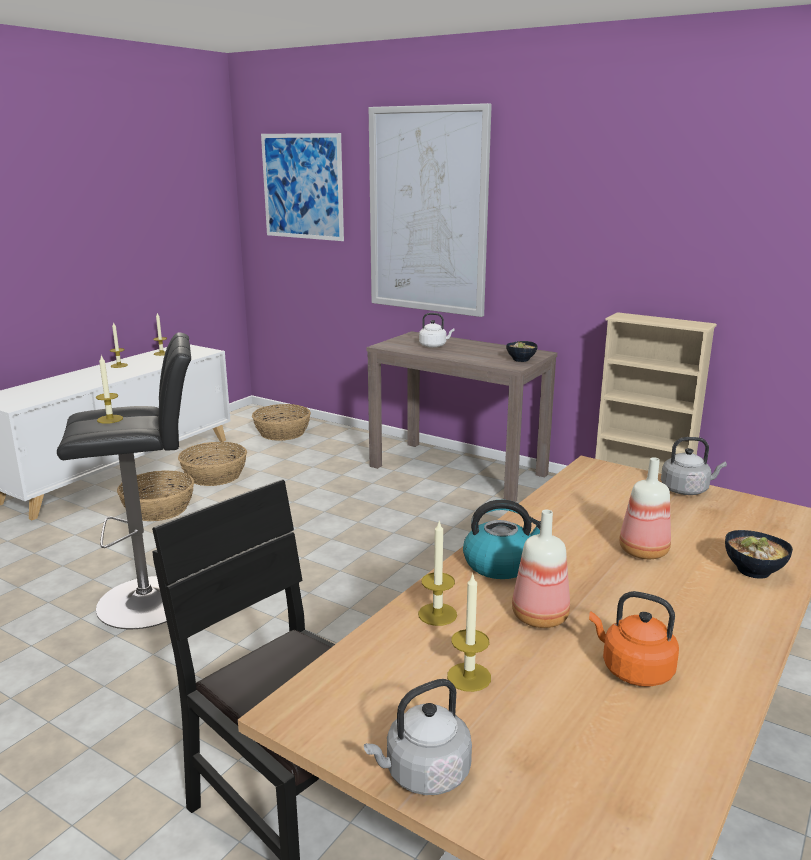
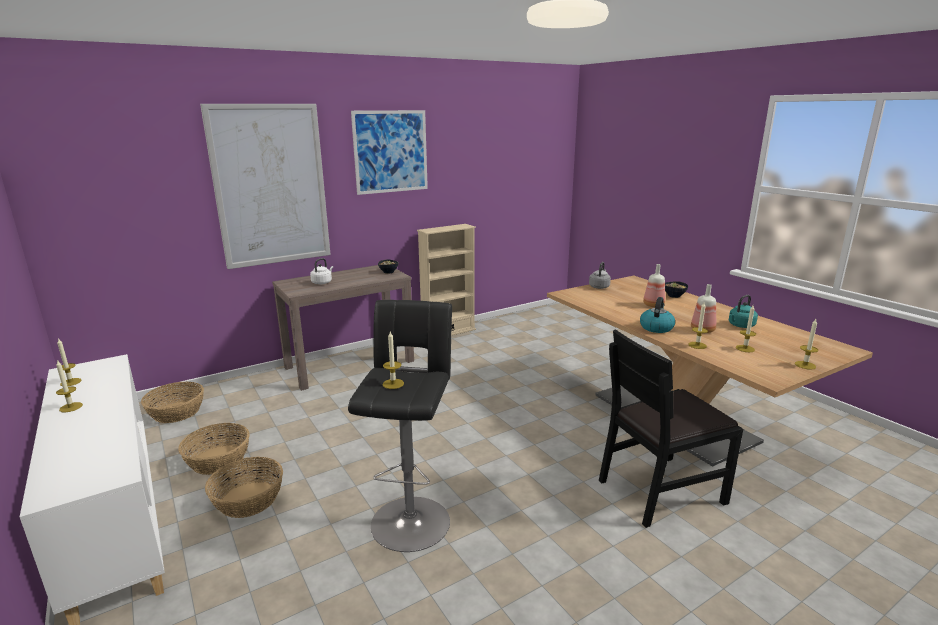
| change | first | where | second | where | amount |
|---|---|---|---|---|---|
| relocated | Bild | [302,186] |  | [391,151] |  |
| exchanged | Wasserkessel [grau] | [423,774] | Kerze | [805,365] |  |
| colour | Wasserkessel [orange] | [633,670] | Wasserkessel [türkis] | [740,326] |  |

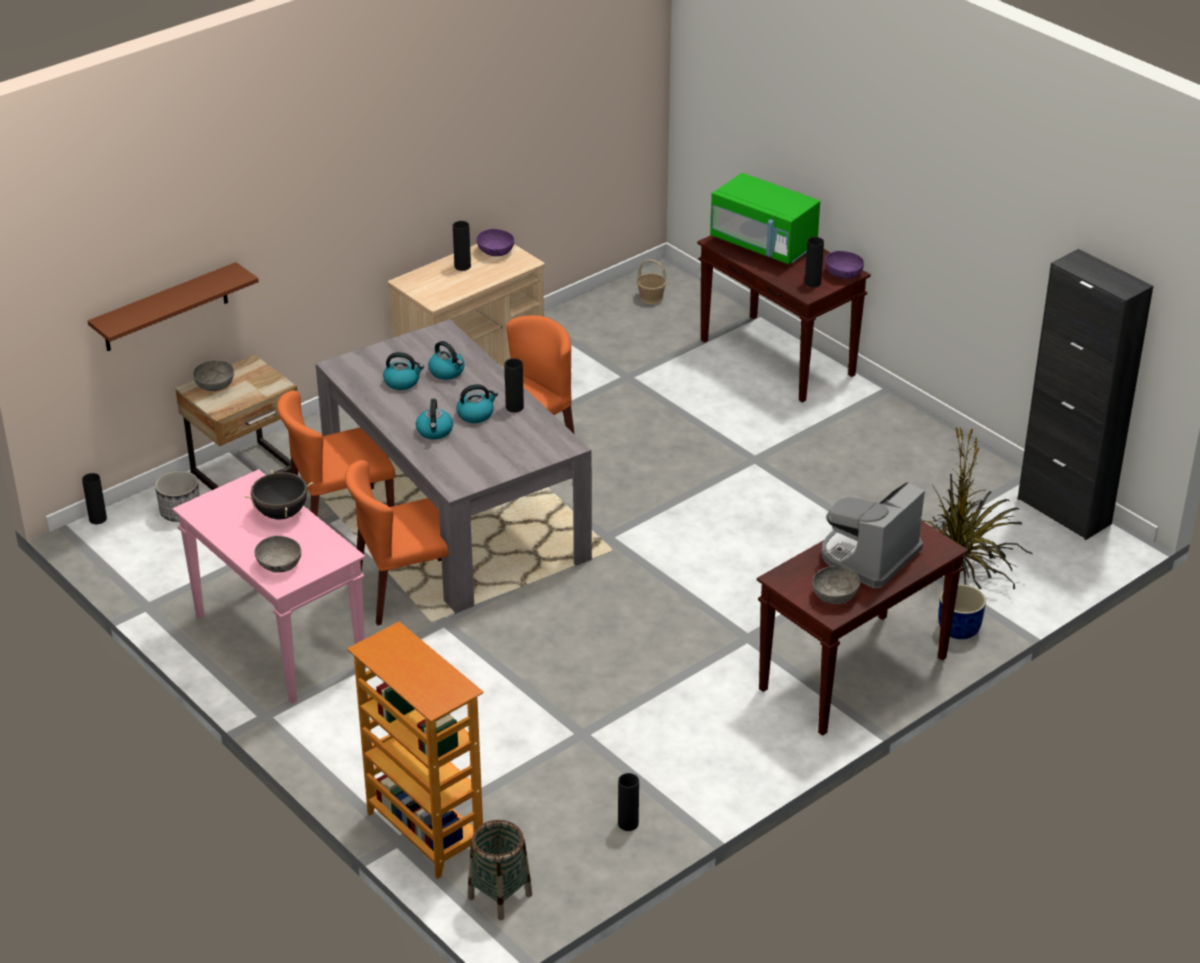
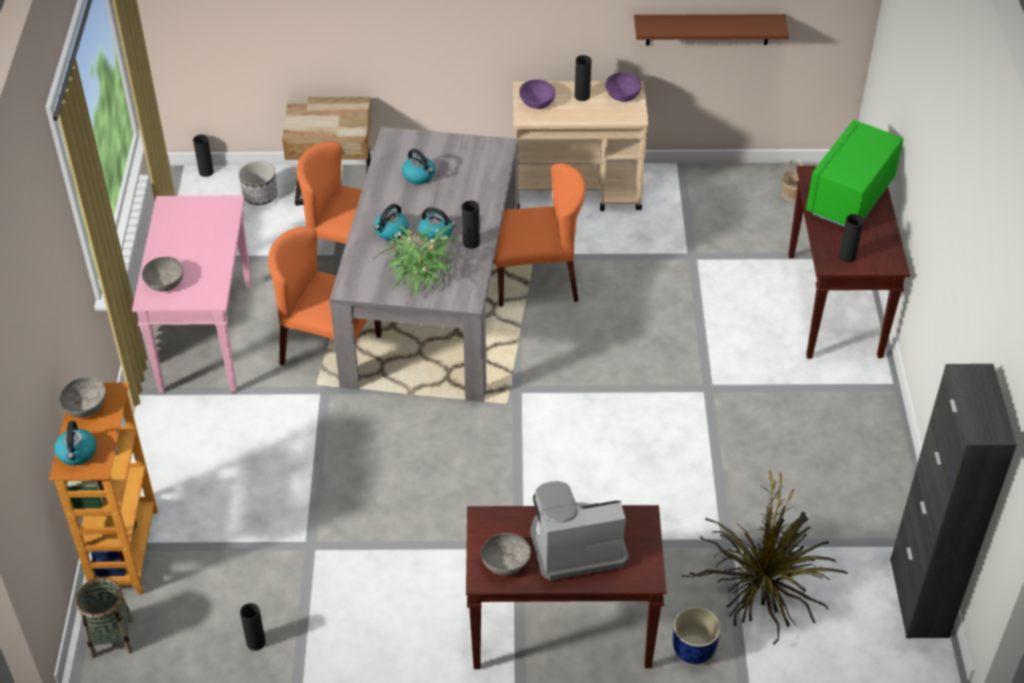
| change | first | where | second | where | amount |
|---|---|---|---|---|---|
| relocated | Wandregal [braun] | [165,308] |  | [708,29] |  |
| relocated | Schüssel [grau] | [215,385] |  | [85,406] |  |
| missing | Kochtopf [schwarz] | [281,513] |  |  |  |
| relocated | Wasserkessel | [447,372] |  | [77,453] |  |
| spun | Mikrowelle [grün] | [763,244] |  | [849,197] | 45 degrees clockwise |
| relocated | Schüssel [lila] | [843,274] |  | [537,102] |  |
| appeared |  |  | Topfpflanze | [420,273] |  |

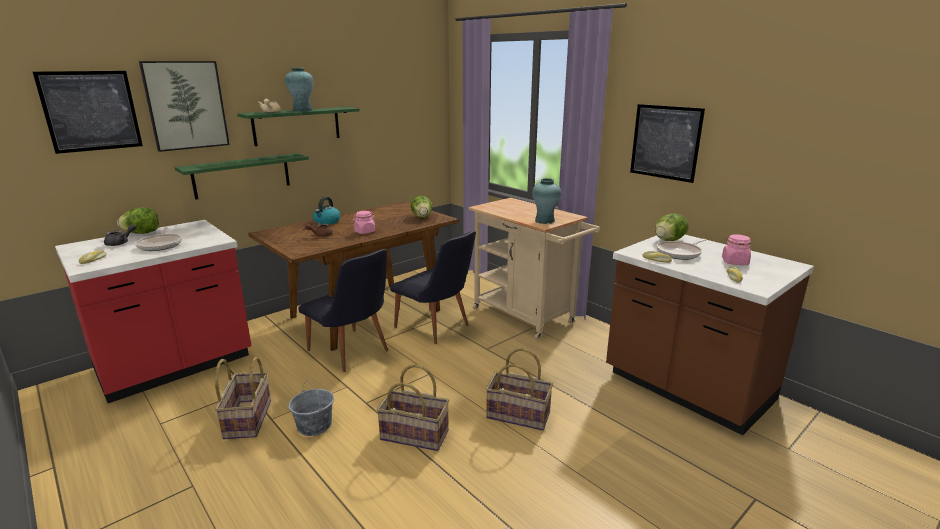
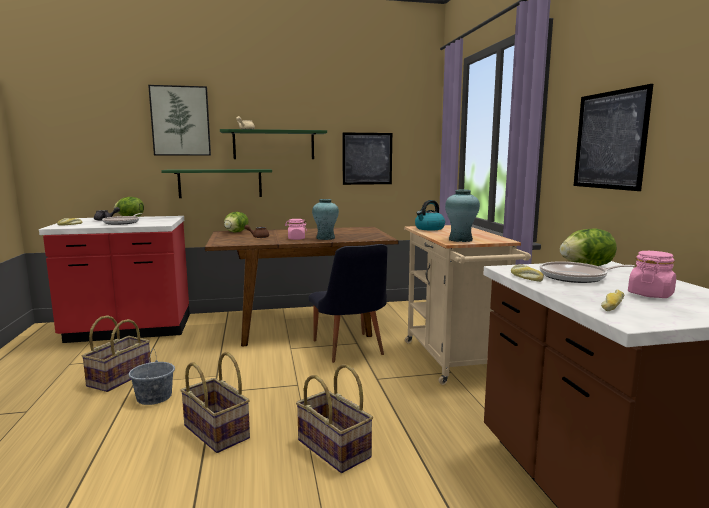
| change | first | where | second | where | amount |
|---|---|---|---|---|---|
| relocated | Bild | [91,111] |  | [367,158] |  |
| relocated | Vase [türkis] | [302,110] |  | [325,238] |  |
| missing | Stuhl [schwarz] | [352,353] |  |  |  |
| relocated | Wasserkessel | [327,222] |  | [429,228] |  |
| relocated | Salatkopf | [422,217] |  | [236,232] |  |

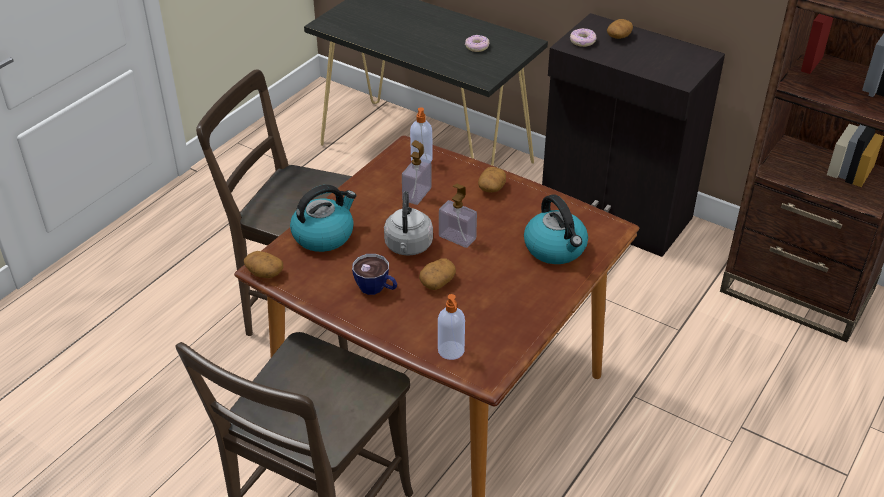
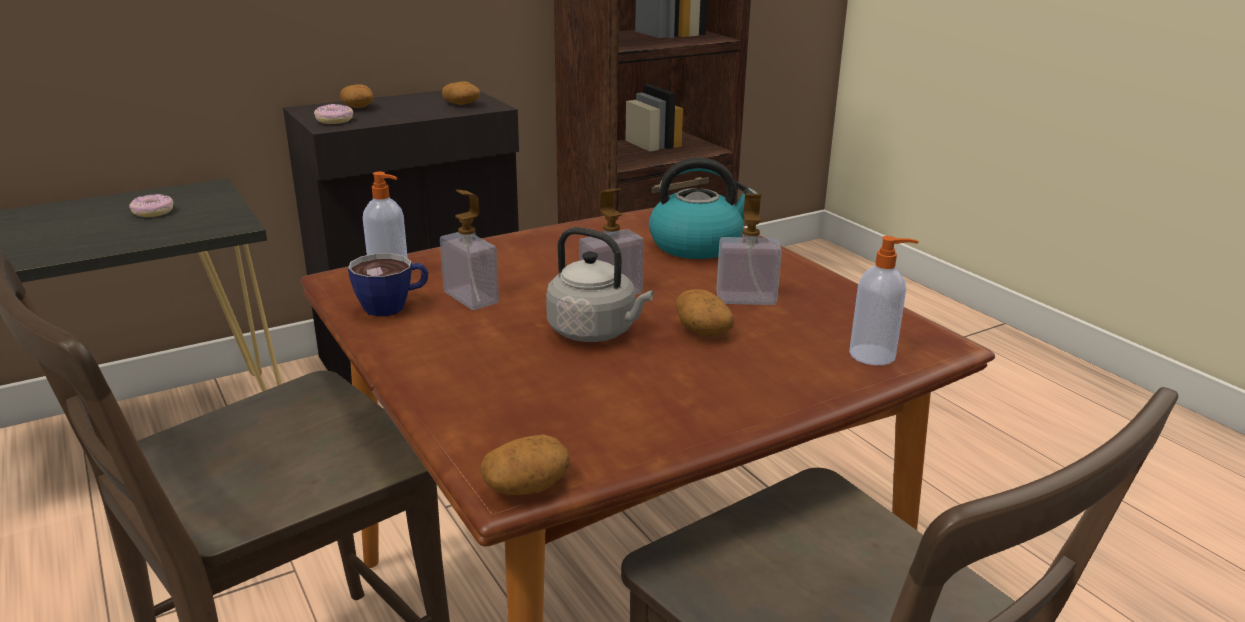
| change | first | where | second | where | amount |
|---|---|---|---|---|---|
| missing | Wasserkessel | [324,235] |  |  |  |
| relocated | Tasse | [377,289] |  | [394,305] |  |
| relocated | Kartoffel | [492,188] |  | [462,104] |  |
| appeared |  |  | Seifenspender | [746,298] |  |

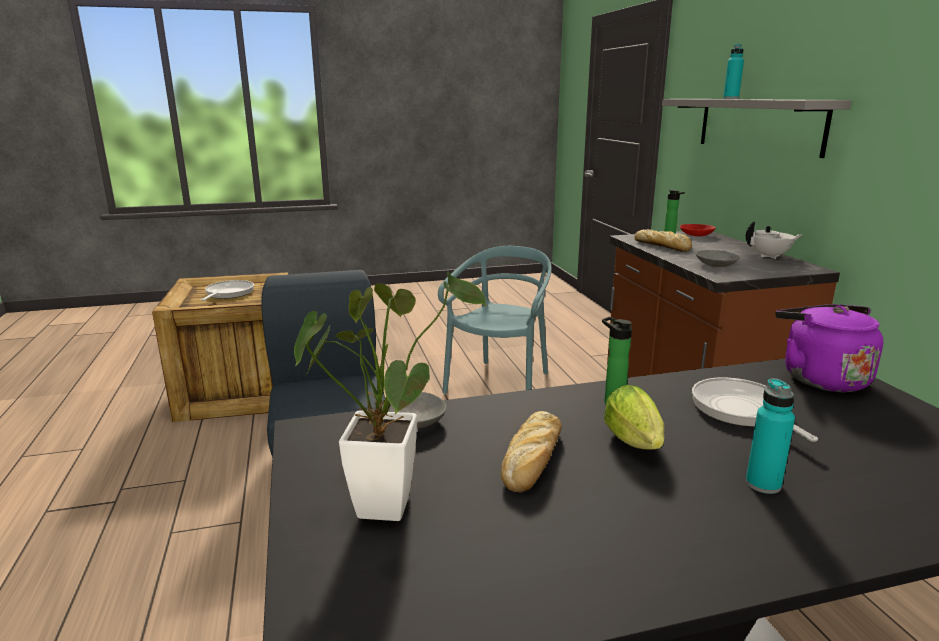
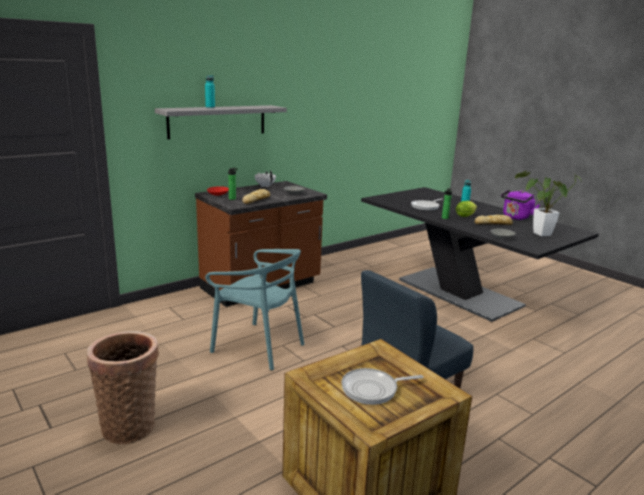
| change | first | where | second | where | amount |
|---|---|---|---|---|---|
| spun | Stuhl [türkis] | [500,384] |  | [258,346] | 150 degrees counterclockwise |
| relocated | Wasserkessel [lila] | [819,378] |  | [516,218] |  |
| appeared |  |  | Korb | [130,424] |  |

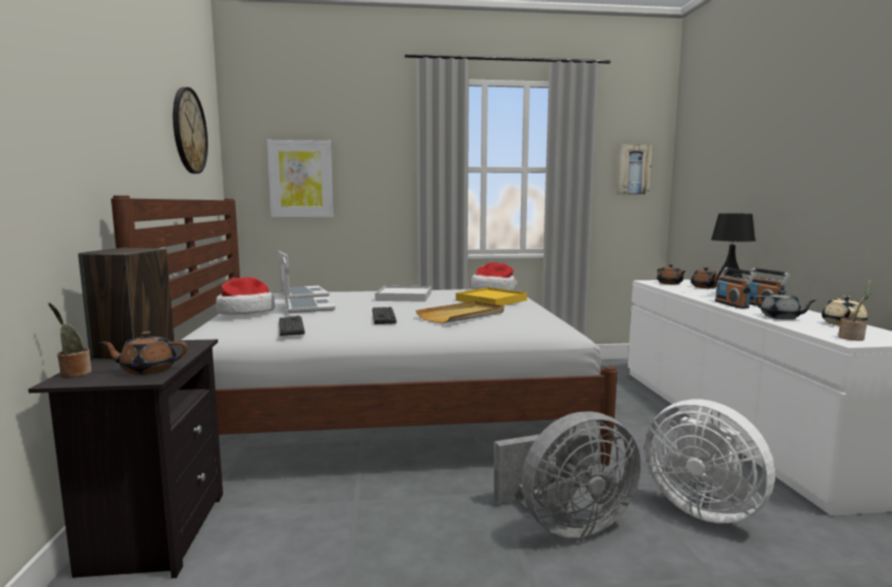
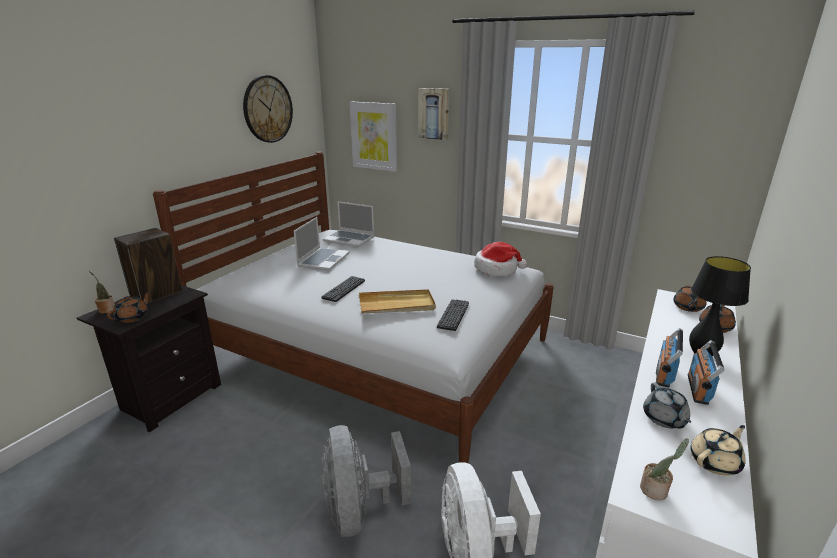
| change | first | where | second | where | amount |
|---|---|---|---|---|---|
| spun | Teekanne [braun] | [147,370] |  | [133,317] | 90 degrees clockwise |
| missing | Hut | [245,312] |  |  |  |
| spun | Laptop | [302,294] |  | [350,239] | 105 degrees clockwise |
| relocated | Tastatur | [291,326] |  | [453,315] |  |
| missing | Tablett [weiß] | [404,296] |  |  |  |
| missing | Tablett [gelb] | [491,300] |  |  |  |
| spun | Ventilator [grau] | [566,524] |  | [359,510] | 60 degrees clockwise |
| relocated | Bild | [633,170] |  | [434,113] |  |

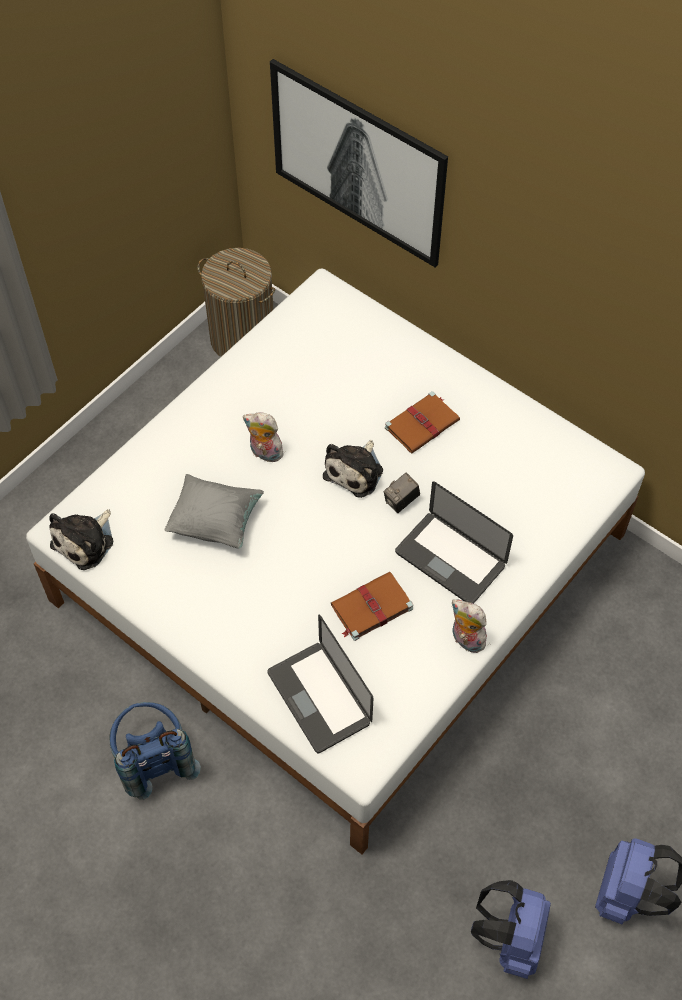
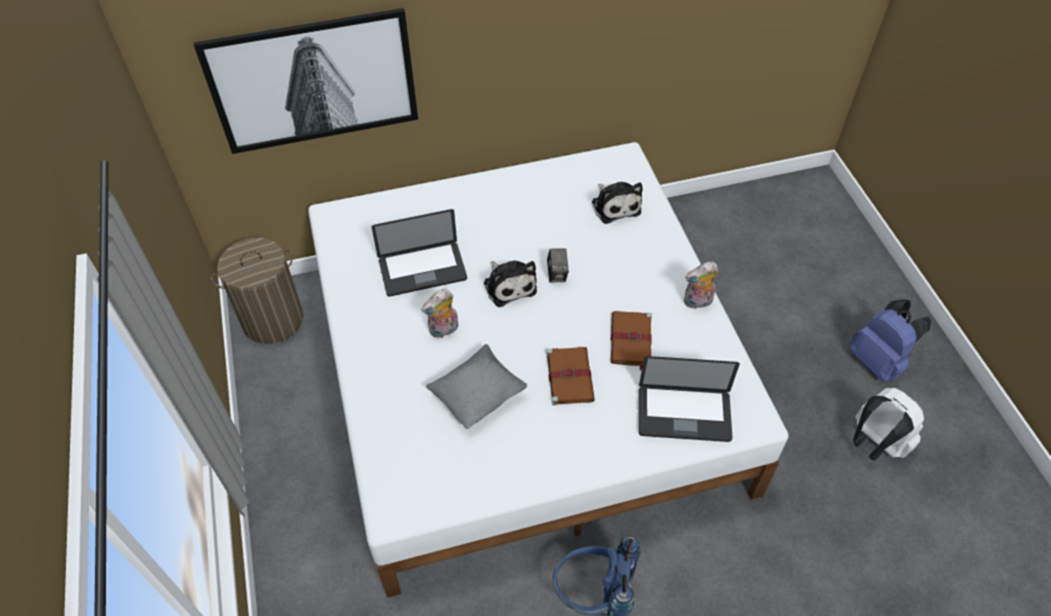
| change | first | where | second | where | amount |
|---|---|---|---|---|---|
| relocated | Plüschtier | [85,541] |  | [615,205] |  |
| relocated | Buch [braun] | [423,423] |  | [569,376] |  |
| relocated | Laptop | [450,559] |  | [422,270] |  |
| colour | Rucksack [blau] | [510,938] | Rucksack [weiß] | [874,443] |  |

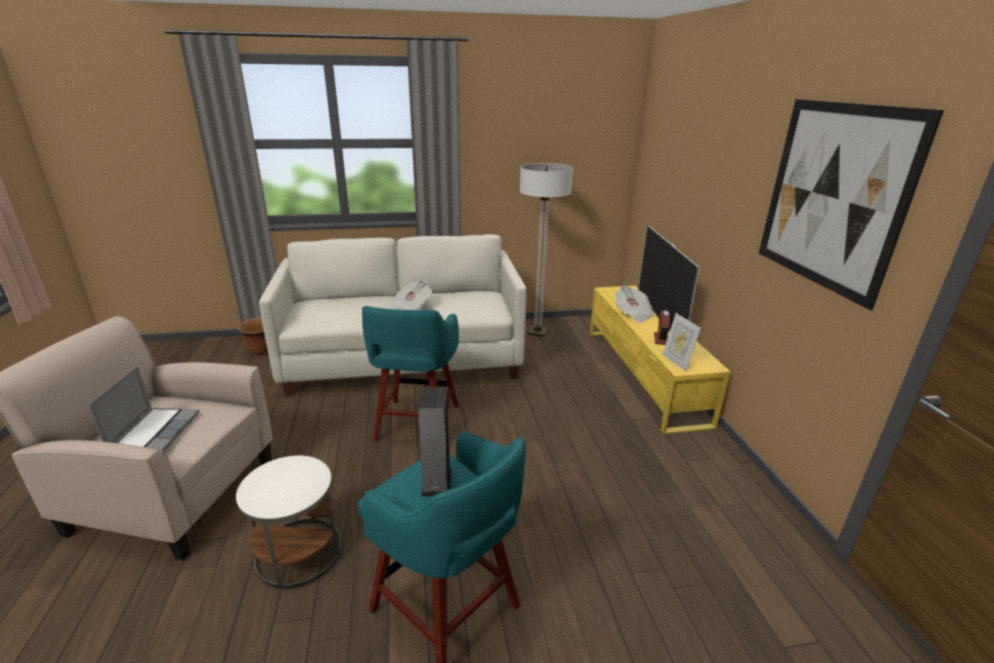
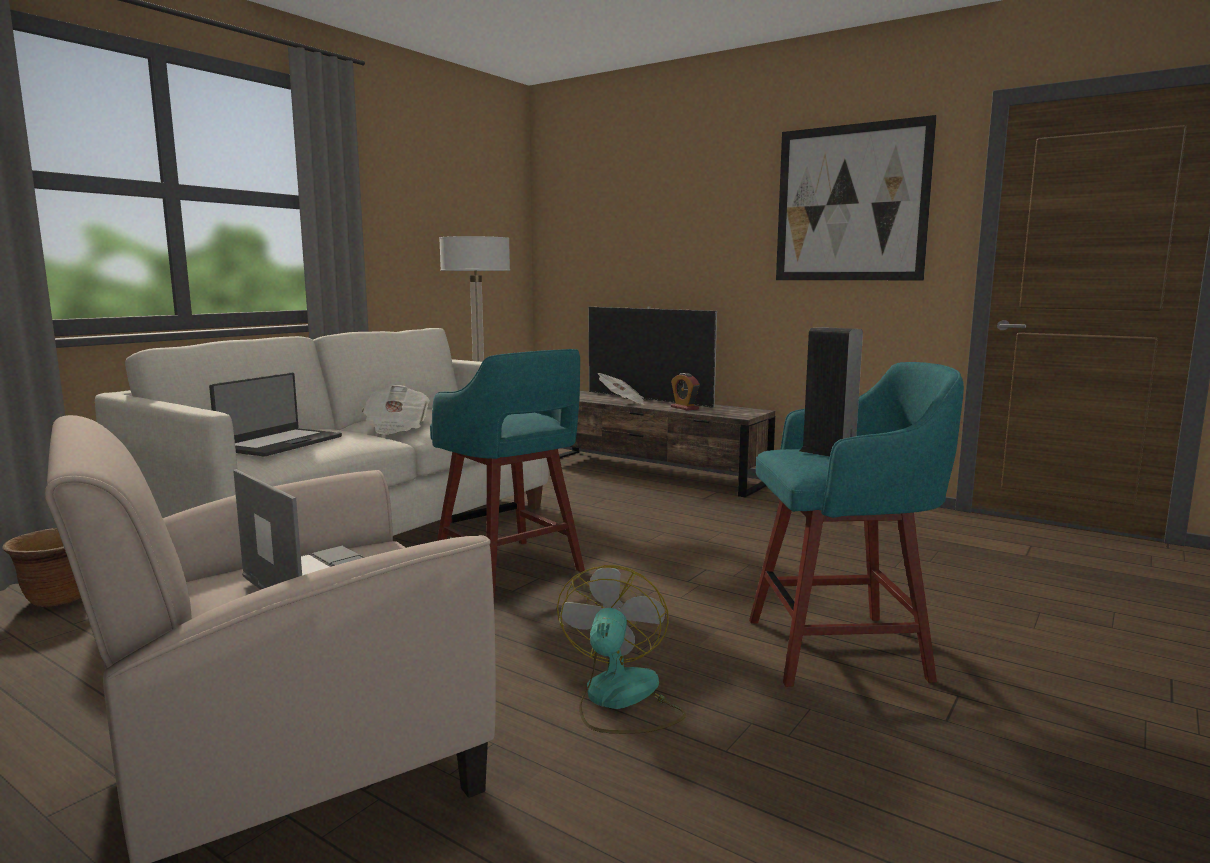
| change | first | where | second | where | amount |
|---|---|---|---|---|---|
| exchanged | Beistelltisch [weiß] | [298,552] | Ventilator | [620,700] |  |
| colour | Fernsehschrank [gelb] | [643,374] | Fernsehschrank [braun] | [650,472] |  |
| missing | Bilderrahmen | [676,362] |  |  |  |
| appeared |  |  | Laptop | [280,443] |  |

